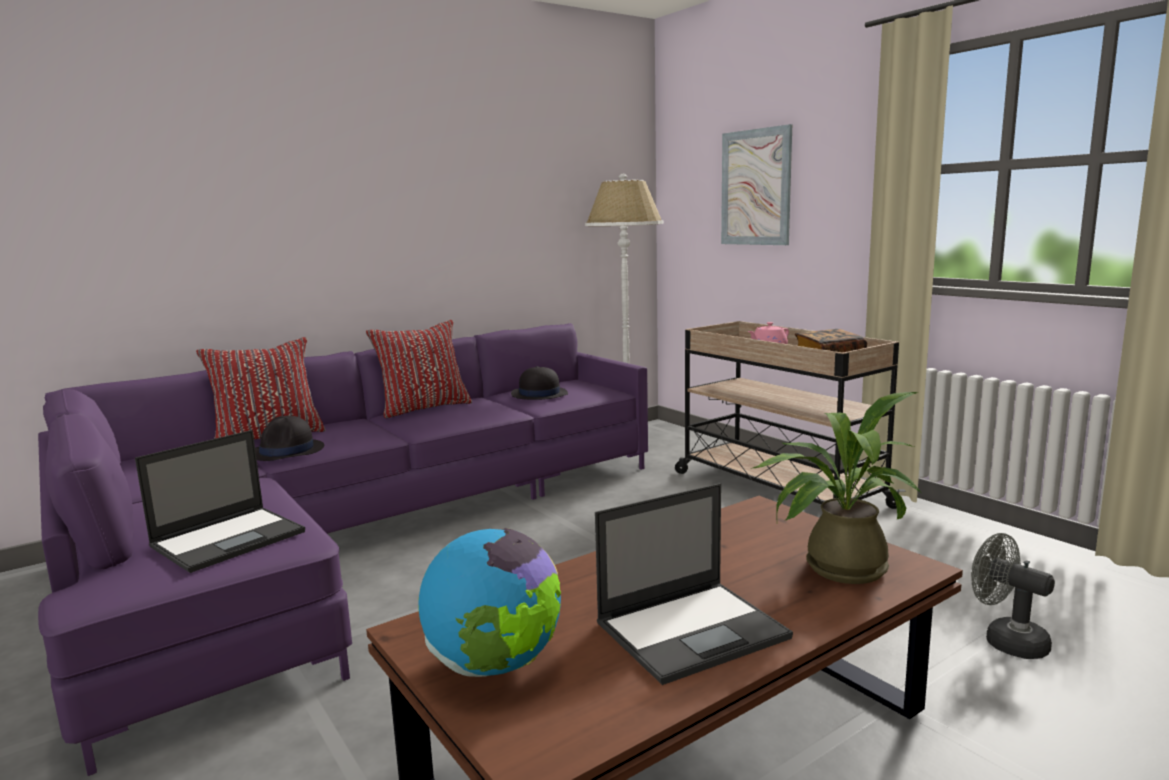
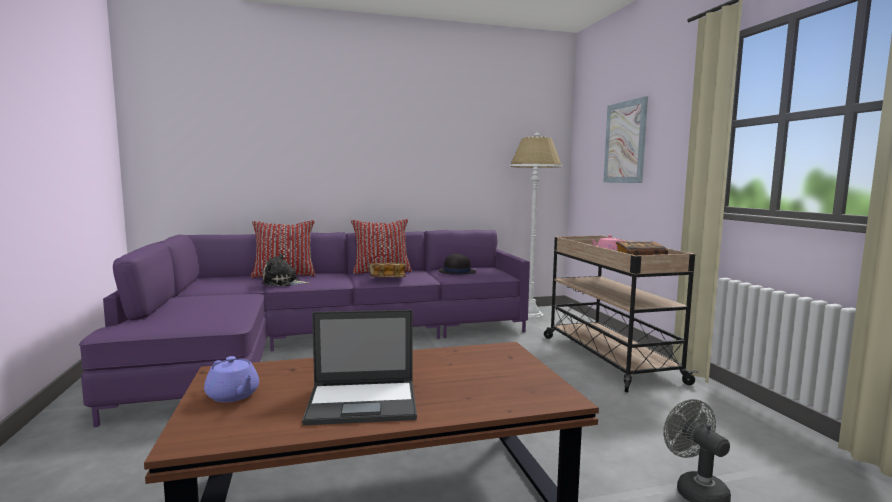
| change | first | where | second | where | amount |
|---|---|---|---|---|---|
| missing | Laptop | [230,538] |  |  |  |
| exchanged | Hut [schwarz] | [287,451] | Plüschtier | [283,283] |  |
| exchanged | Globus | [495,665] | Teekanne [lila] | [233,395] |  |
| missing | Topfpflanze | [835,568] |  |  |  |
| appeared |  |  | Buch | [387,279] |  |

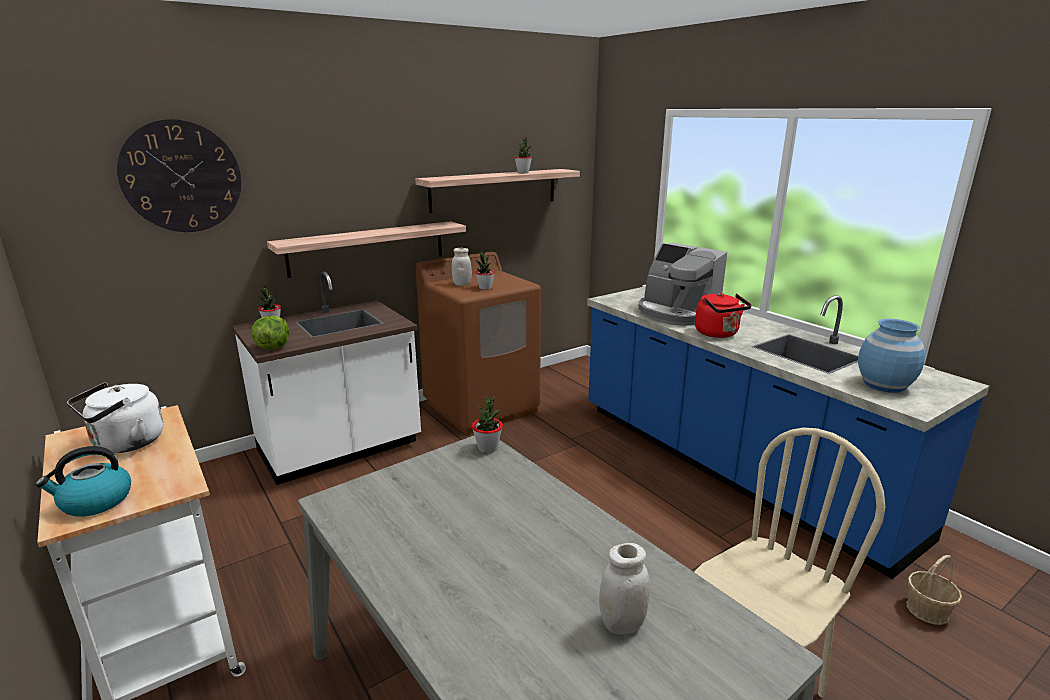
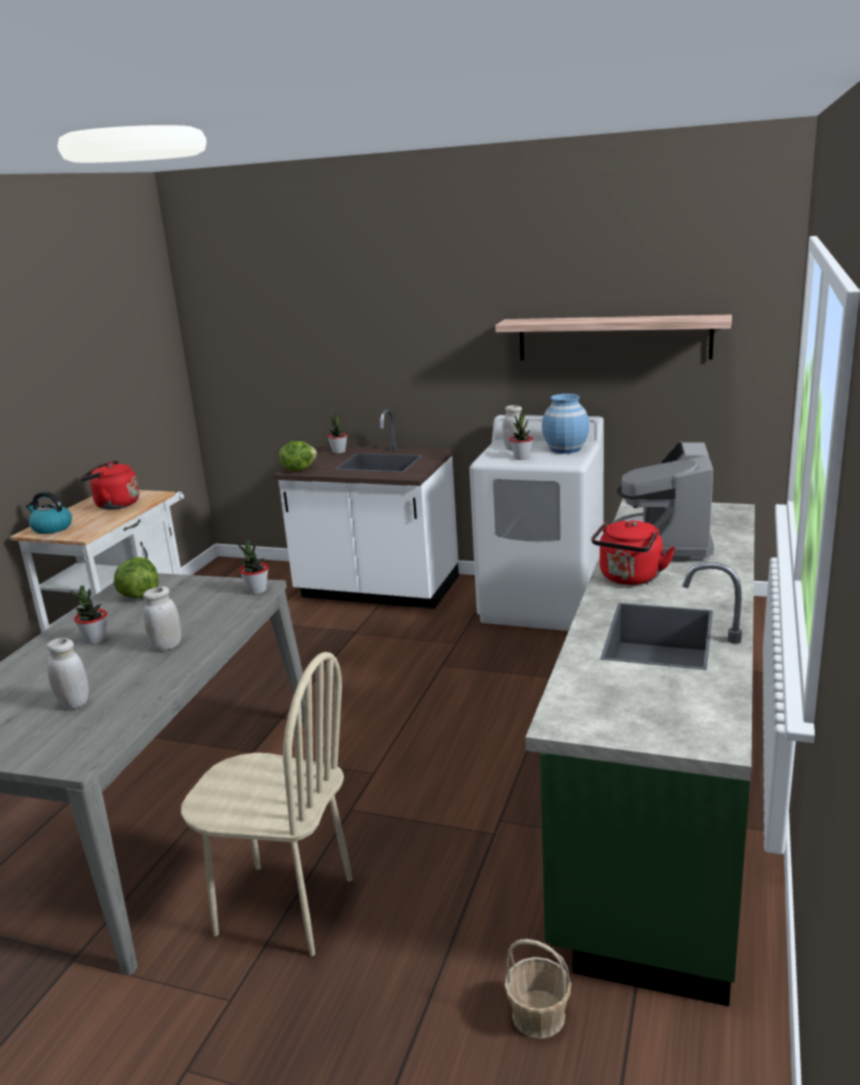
| change | first | where | second | where | amount |
|---|---|---|---|---|---|
| colour | Wasserkessel [weiß] | [125,444] | Wasserkessel [rot] | [114,505] |  |
| missing | Wanduhr | [182,177] |  |  |  |
| missing | Wandregal | [368,248] |  |  |  |
| colour | Waschmaschine [braun] | [482,406] | Waschmaschine [weiß] | [542,604] |  |
| relocated | Topfpflanze | [523,172] |  | [96,640] |  |
| colour | Küchenzeile [blau] | [731,467] | Küchenzeile [grün] | [661,784] |  |
| relocated | Vase [blau] | [884,384] |  | [566,449] |  |
| appeared |  |  | Salatkopf | [139,595] |  |
| appeared |  |  | Vorratsglas [weiß] | [167,646] |  |

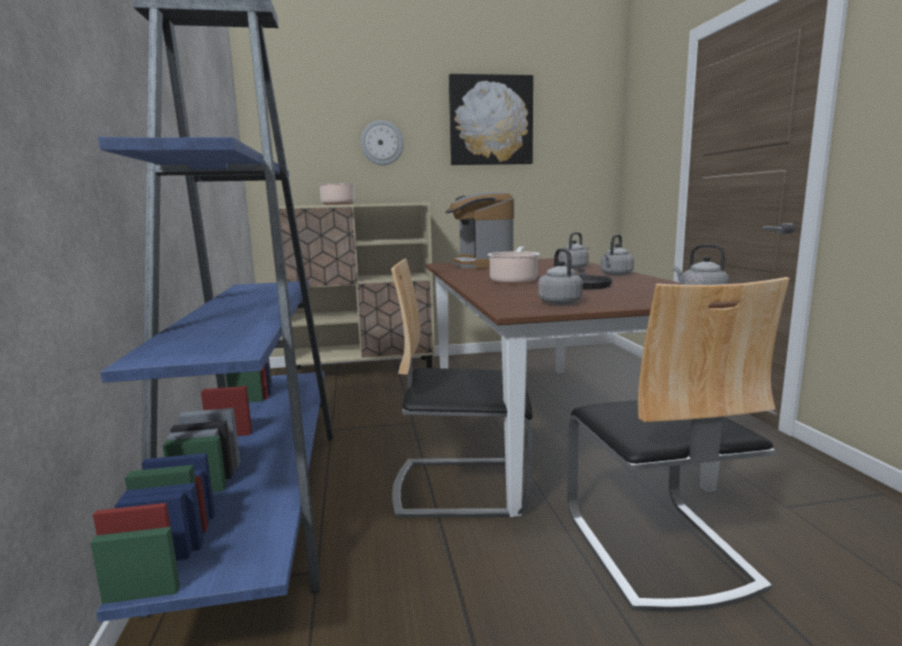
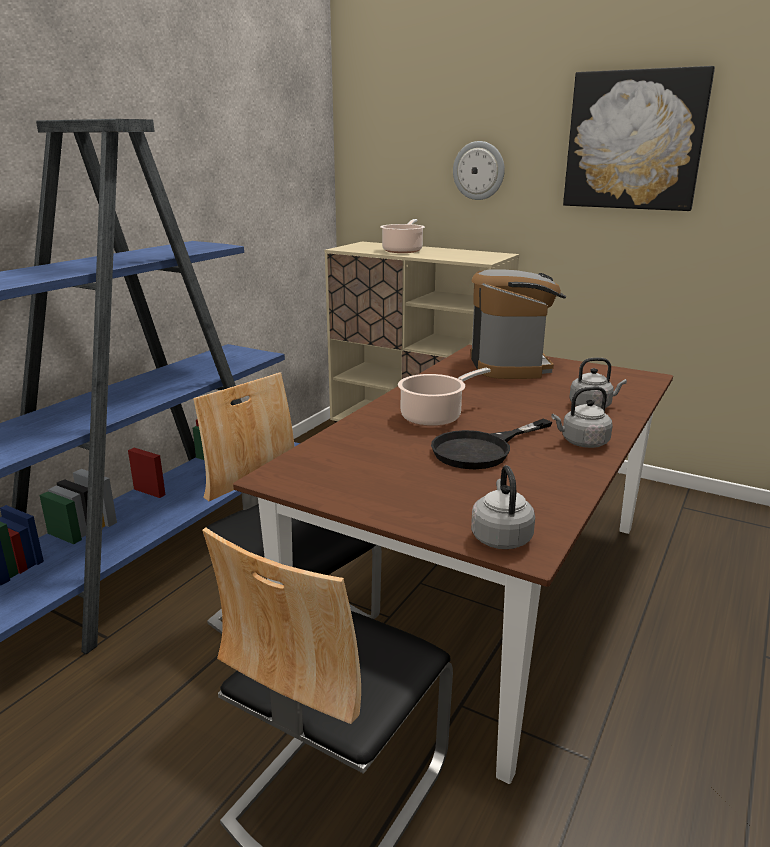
| change | first | where | second | where | amount |
|---|---|---|---|---|---|
| spun | Kaffeemaschine | [481,265] |  | [510,365] | 150 degrees clockwise |
| missing | Wasserkessel [grau] | [558,302] |  |  |  |

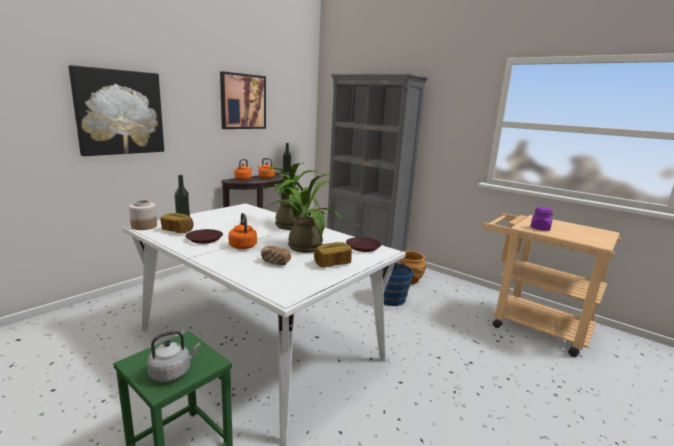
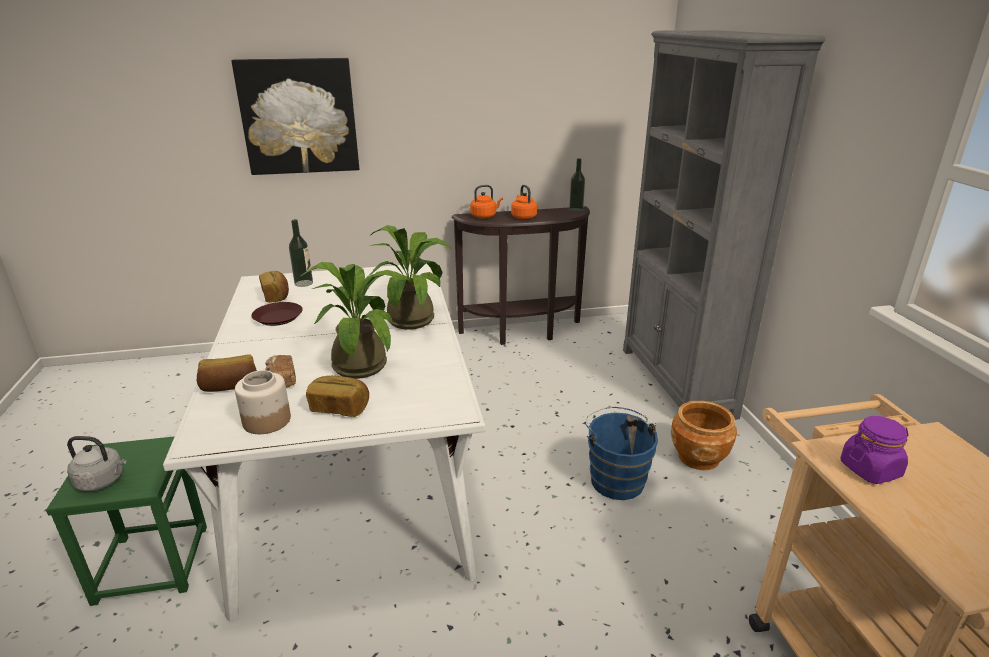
| change | first | where | second | where | amount |
|---|---|---|---|---|---|
| relocated | Vorratsglas | [144,226] |  | [266,421] |  |
| missing | Bild | [243,101] |  |  |  |
| missing | Wasserkessel [orange] | [242,246] |  |  |  |
| missing | Teller [braun] | [363,247] |  |  |  |
| appeared |  |  | Brot | [230,386] |  |

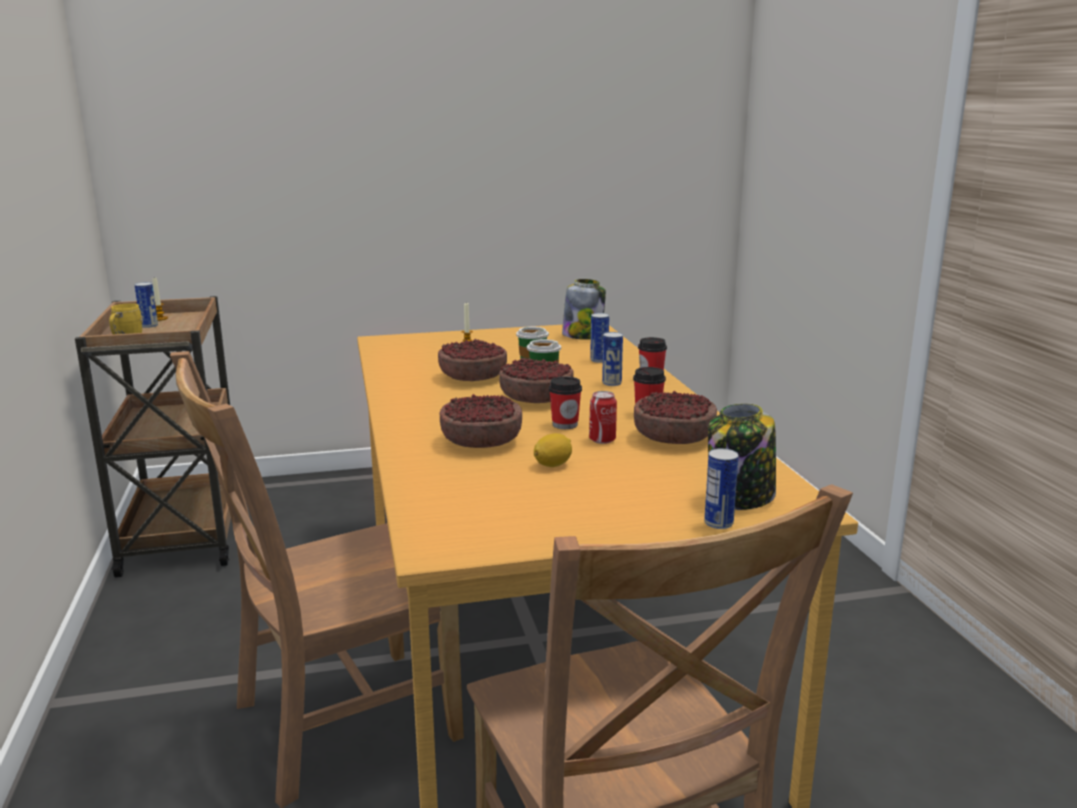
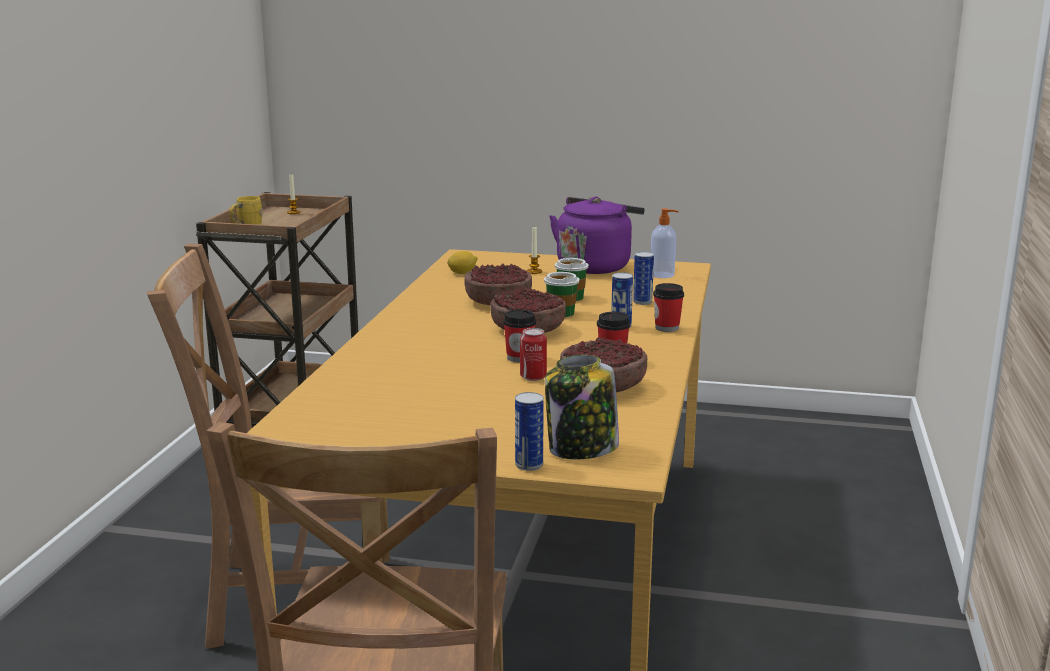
| change | first | where | second | where | amount |
|---|---|---|---|---|---|
| missing | Dose | [149,326] |  |  |  |
| missing | Schüssel | [480,441] |  |  |  |
| relocated | Zitrone | [553,465] |  | [462,273] |  |
| exchanged | Vorratsglas | [582,336] | Seifenspender | [663,275] |  |
| appeared |  |  | Wasserkessel [lila] | [595,266] |  |

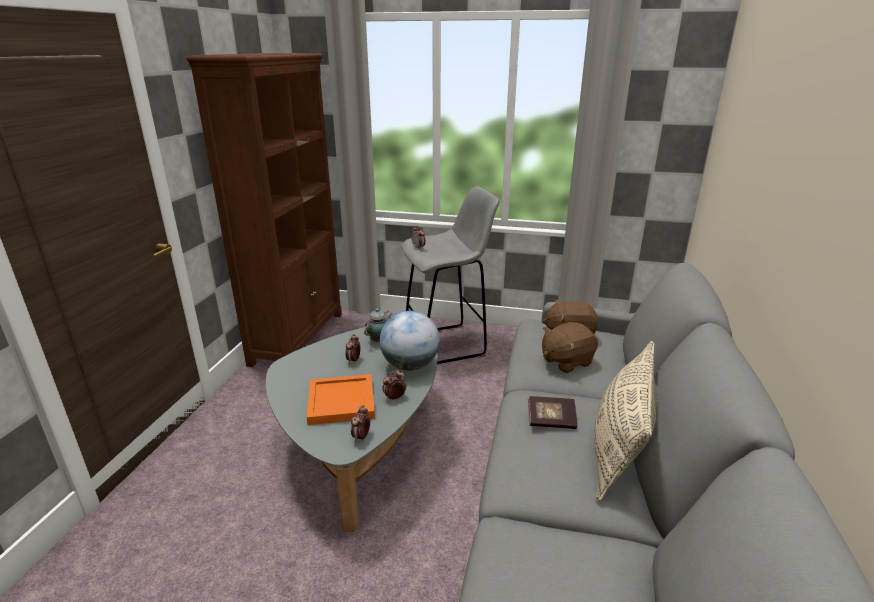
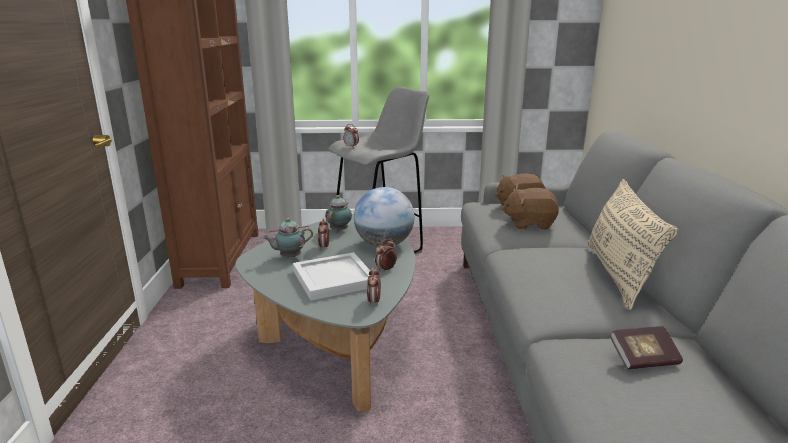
| change | first | where | second | where | amount |
|---|---|---|---|---|---|
| colour | Tablett [orange] | [342,402] | Tablett [weiß] | [335,279] |  |
| relocated | Buch | [551,421] |  | [643,359] |  |
| spun | Plüschtier [braun] | [566,361] |  | [529,224] | 45 degrees clockwise |
| appeared |  |  | Teekanne | [289,257] |  |

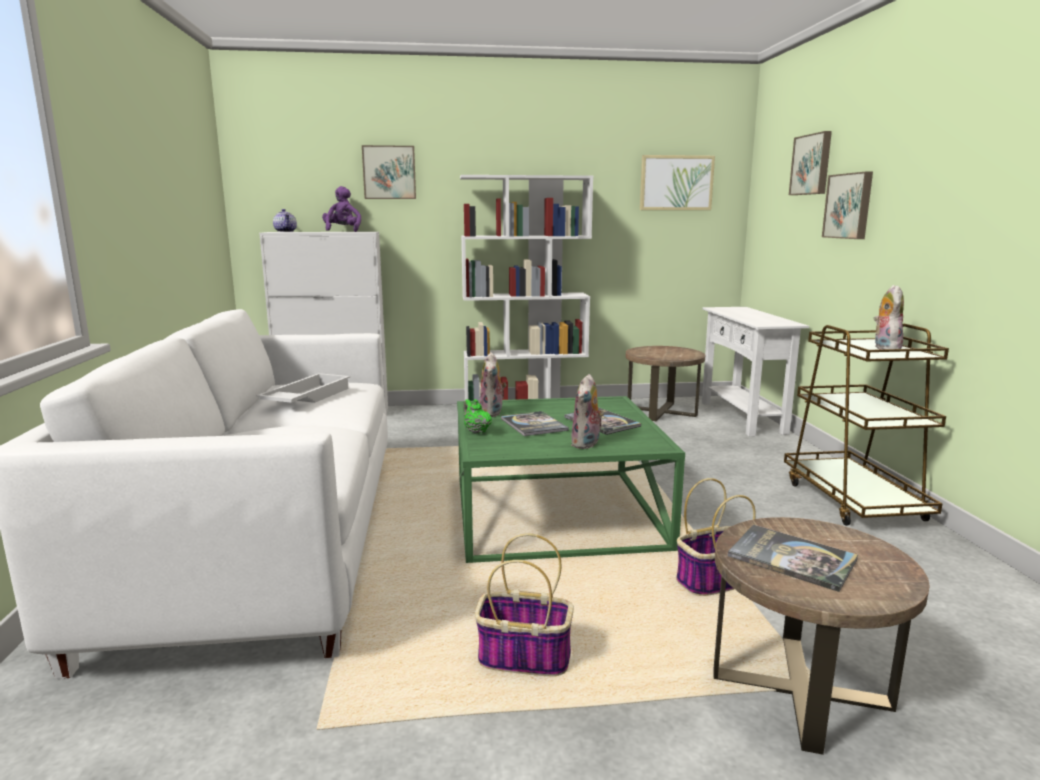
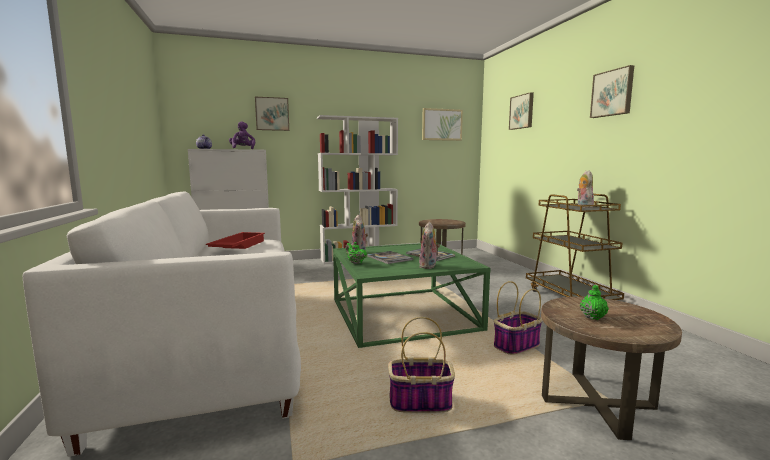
| change | first | where | second | where | amount |
|---|---|---|---|---|---|
| colour | Tablett [weiß] | [306,397] | Tablett [rot] | [237,246] |  |
| missing | Konsolentisch [weiß] | [742,417] |  |  |  |
| exchanged | Buch | [792,558] | Teekanne [grün] | [592,317] |  |
| relocated | Bild | [849,206] |  | [612,93] |  |

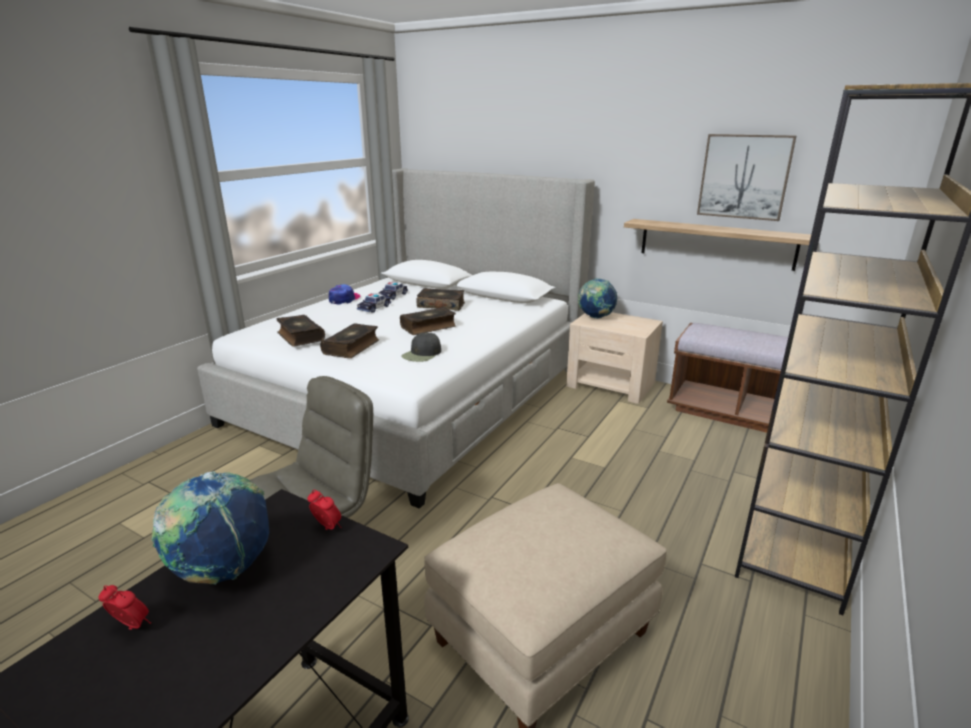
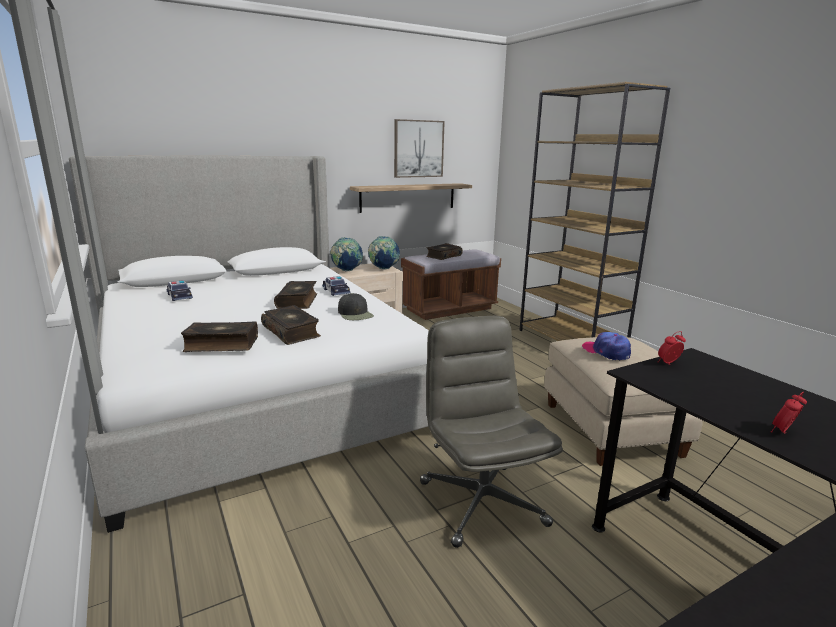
| change | first | where | second | where | amount |
|---|---|---|---|---|---|
| relocated | Globus | [223,570] |  | [383,269] |  |
| relocated | Kappe | [344,299] |  | [606,352] |  |
| relocated | Spielzeugauto | [374,308] |  | [336,291] |  |
| relocated | Buch | [441,305] |  | [443,256] |  |

